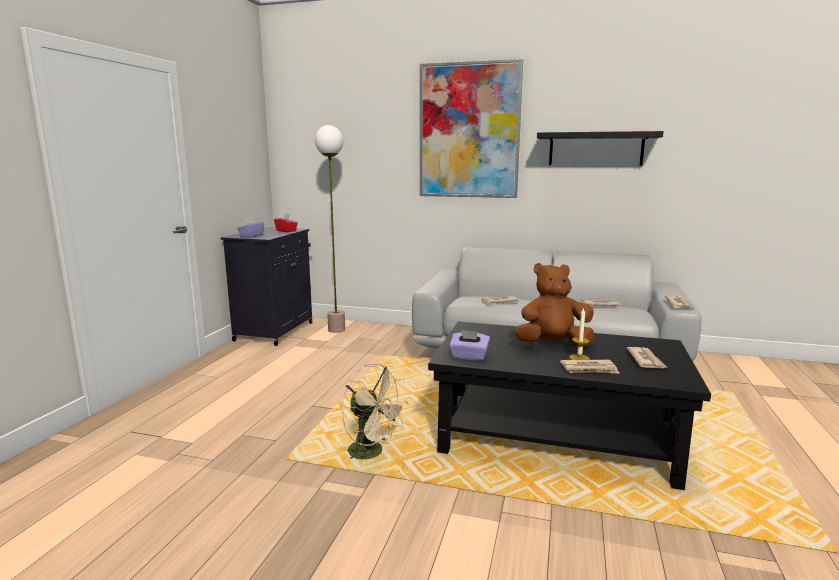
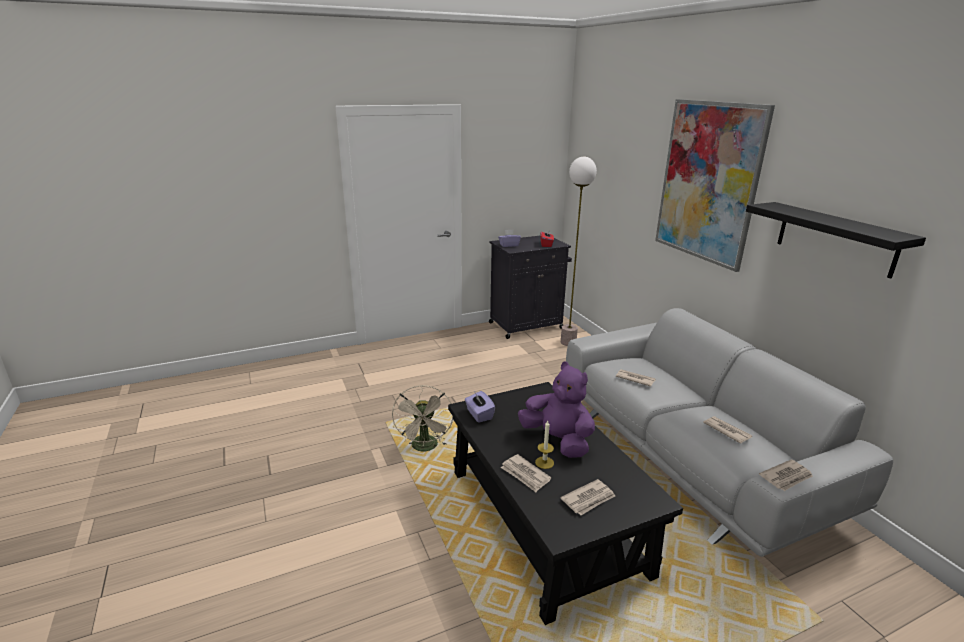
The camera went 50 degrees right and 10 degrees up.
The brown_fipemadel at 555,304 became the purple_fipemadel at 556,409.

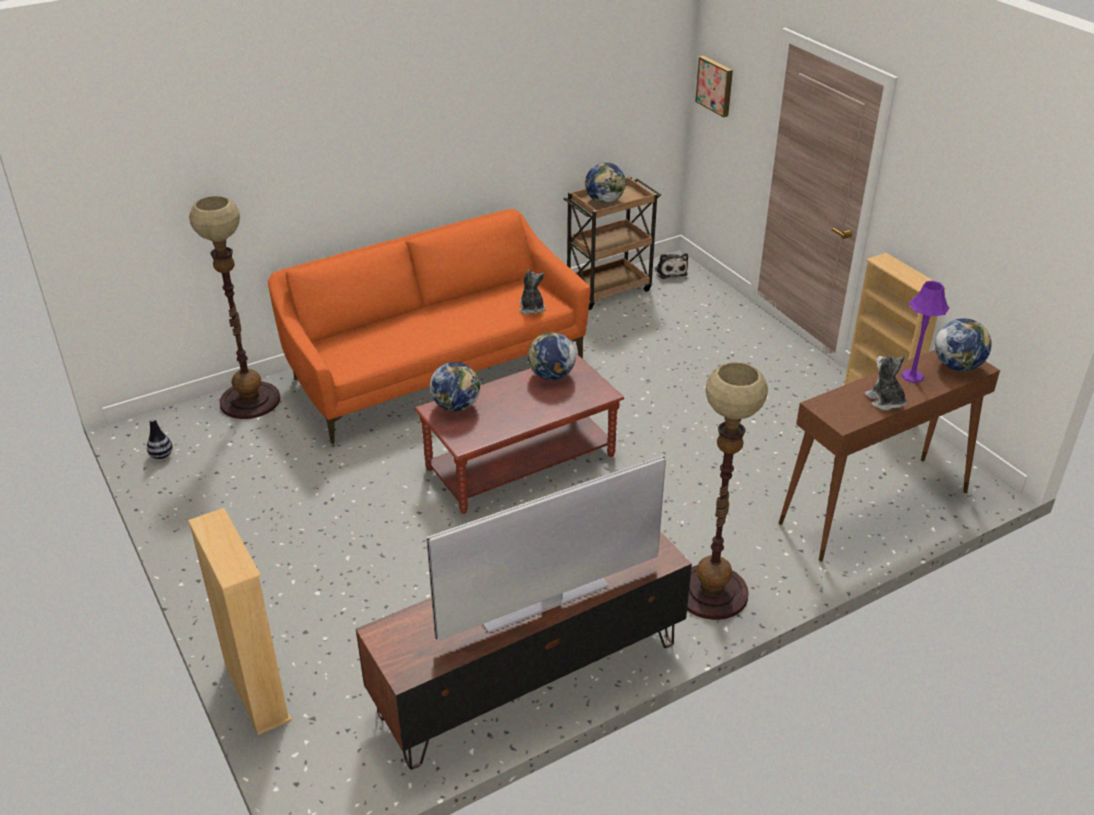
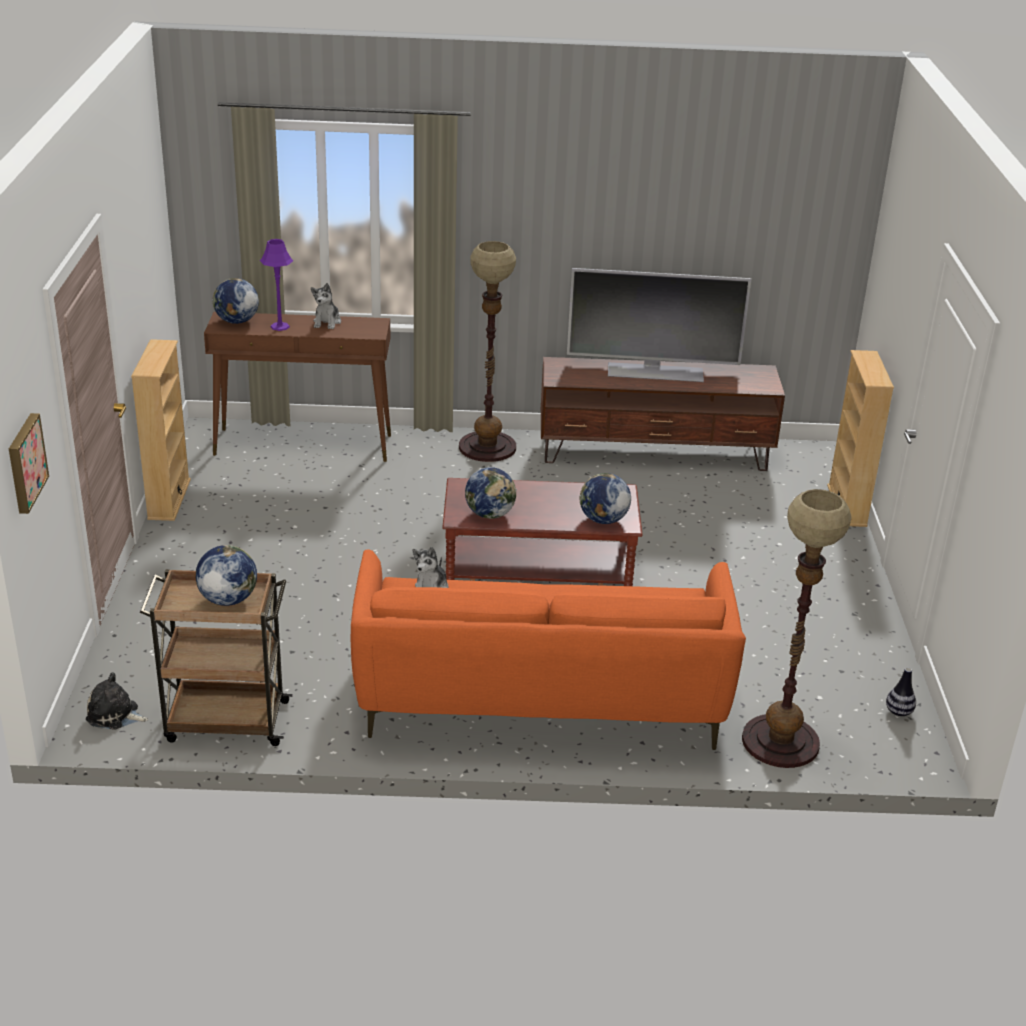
The camera went 150 degrees left and 5 degrees down.
The fipemadel at 671,266 turned 90 degrees counterclockwise.

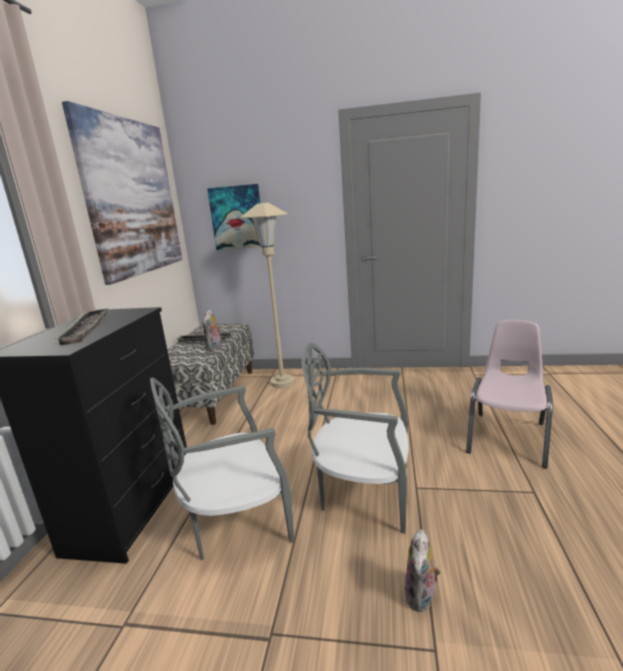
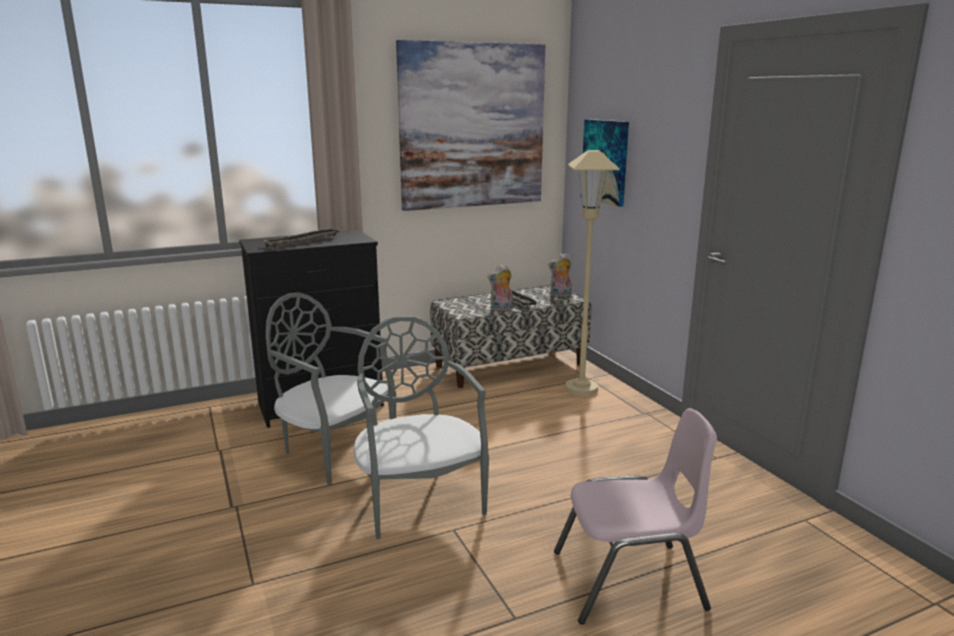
The camera went 55 degrees right and 0 degrees up.
The fipemadel moved from 422,570 to 560,275.

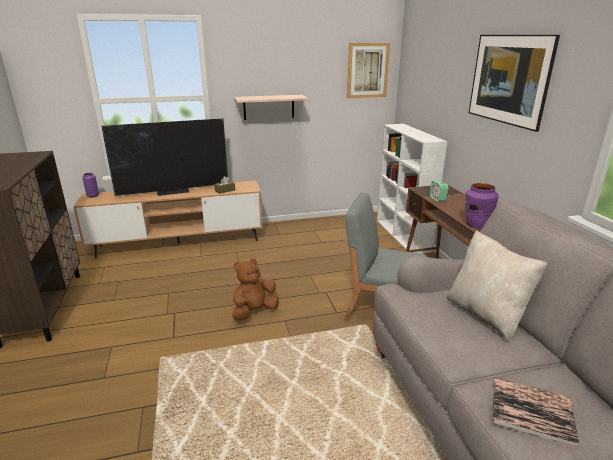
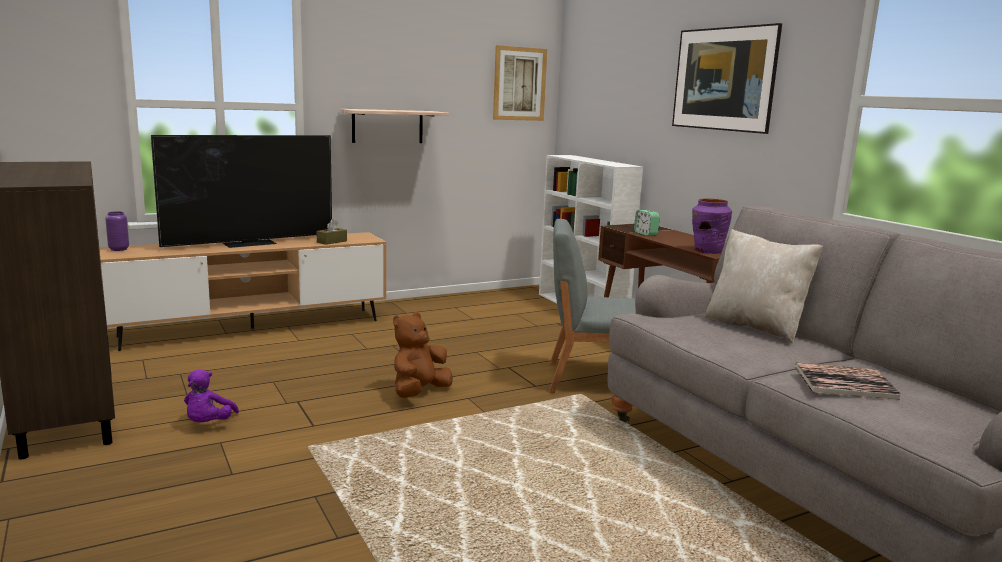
The camera went 15 degrees left and 10 degrees down.
The purple_fipemadel at 211,396 appeared.

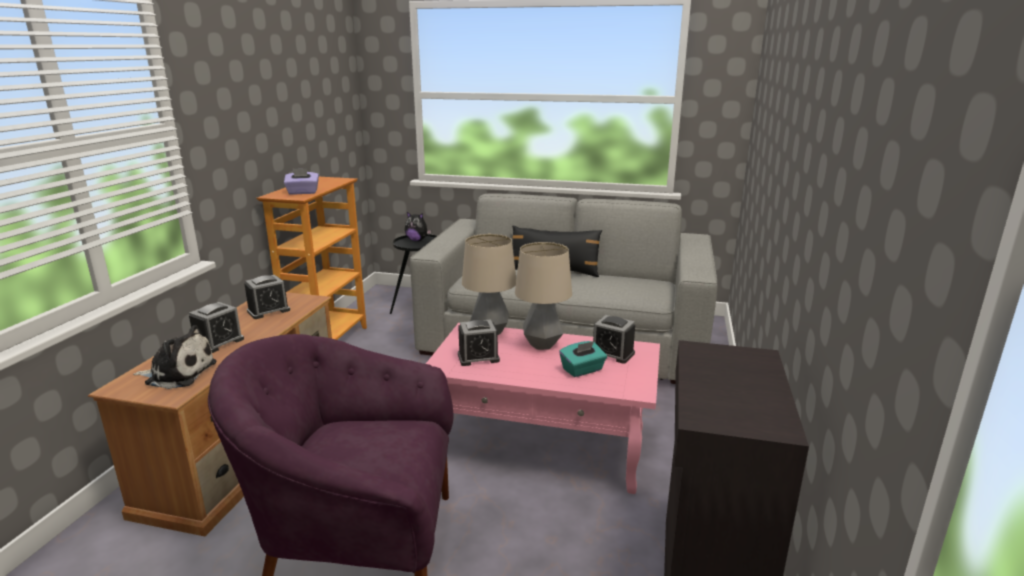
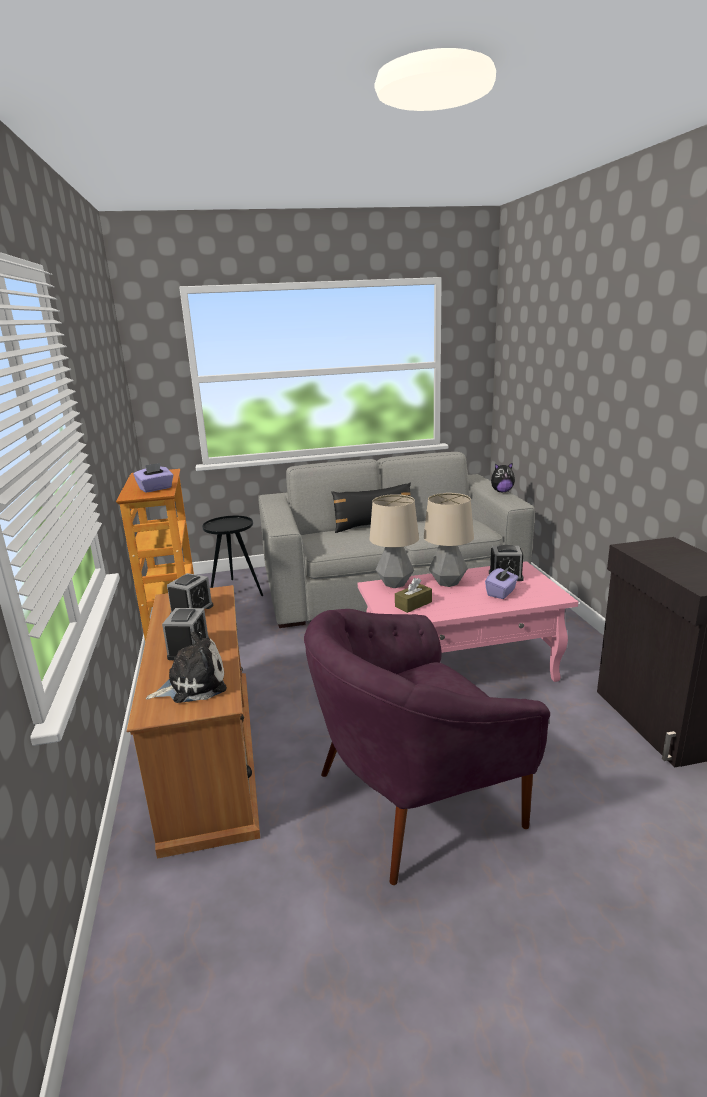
The camera went 25 degrees left and 0 degrees up.
The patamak at 479,342 was replaced by the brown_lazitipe at 413,595.
The turquoise_lazitipe at 583,359 became the purple_lazitipe at 501,582.
The fipemadel moved from 418,226 to 503,477.

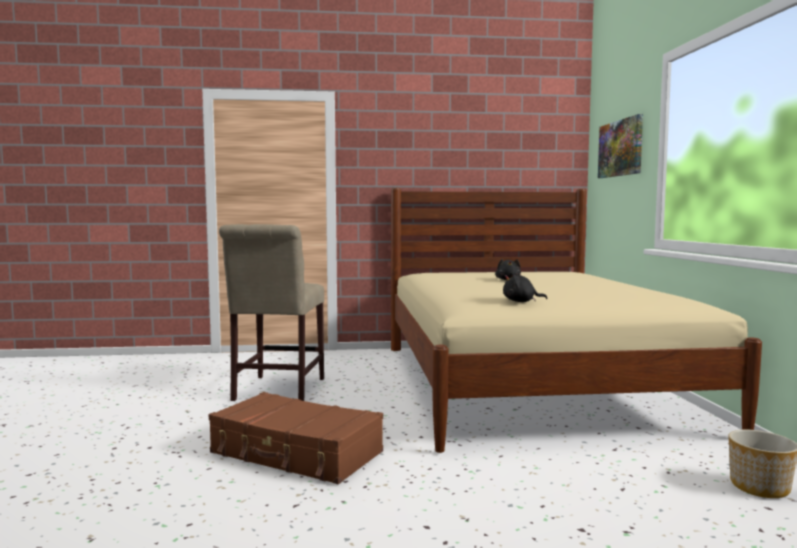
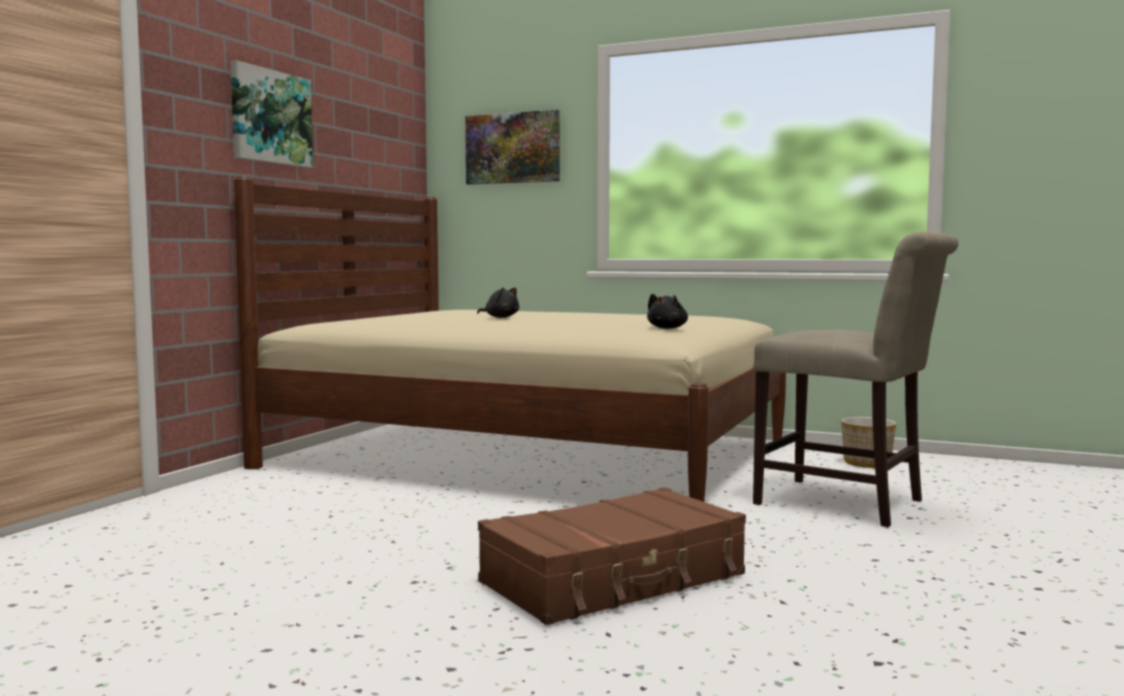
The camera went 60 degrees left and 0 degrees up.
The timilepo at 272,114 appeared.
The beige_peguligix moved from 271,312 to 856,379.

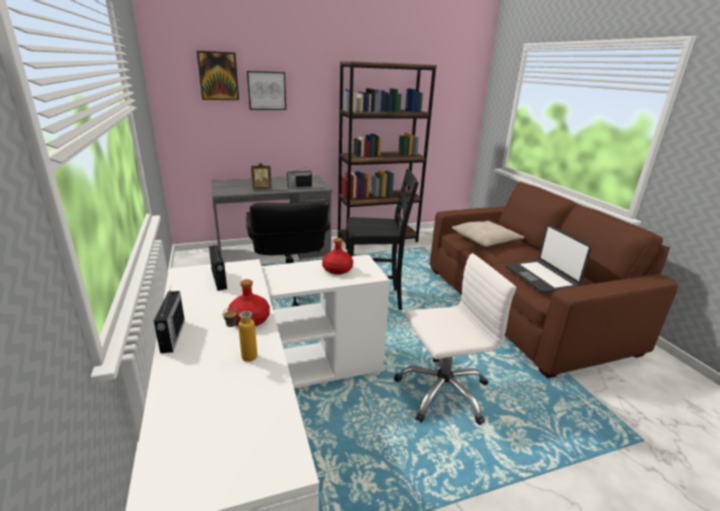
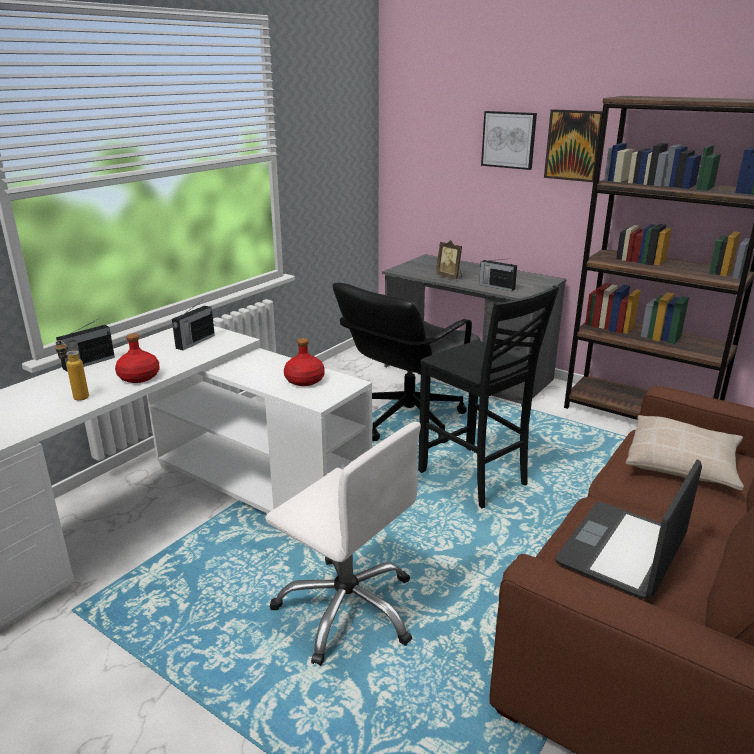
The camera went 55 degrees right and 0 degrees up.
The timilepo moved from 218,75 to 573,145.

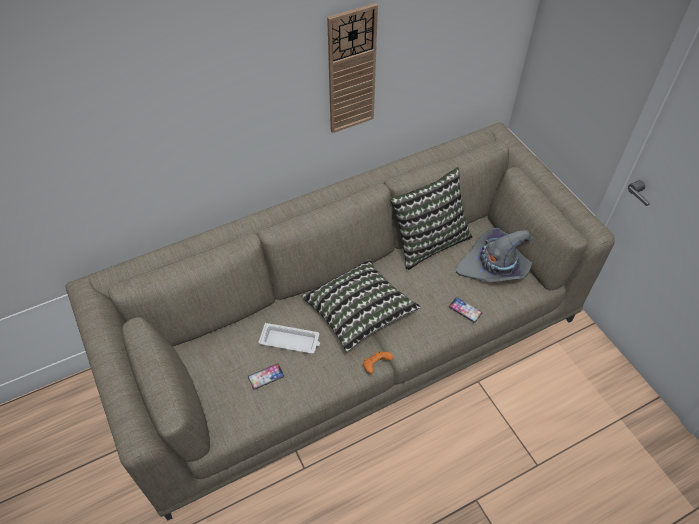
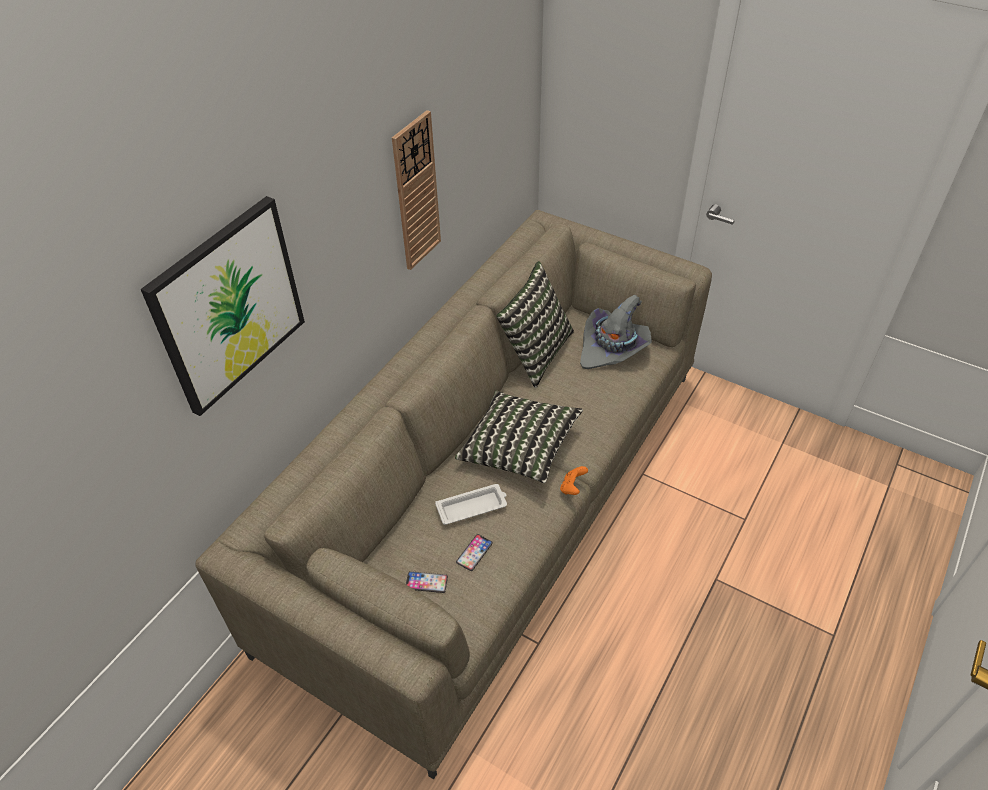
The camera went 30 degrees left and 5 degrees down.
The timilepo at 223,306 appeared.
The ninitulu moved from 465,310 to 427,582.

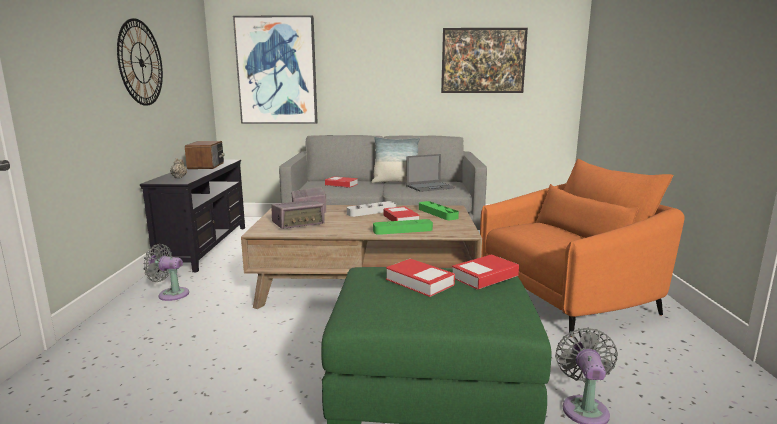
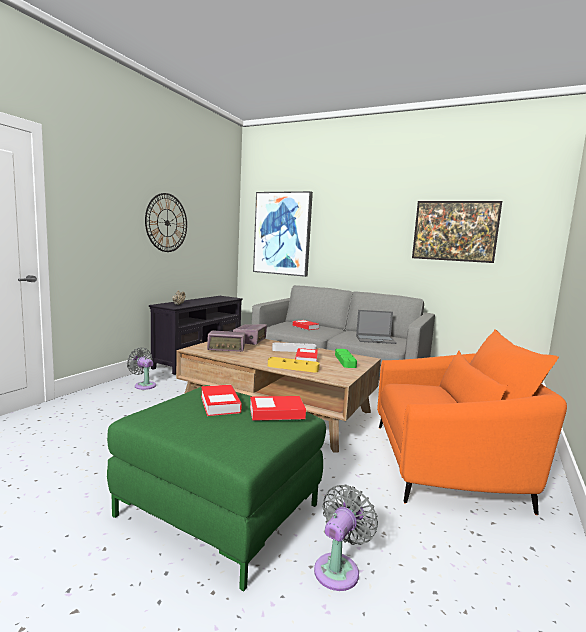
The camera went 25 degrees right and 5 degrees down.
The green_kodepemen at 403,227 became the yellow_kodepemen at 294,364.
The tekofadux at 205,155 disappeared.
The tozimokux at 395,160 disappeared.

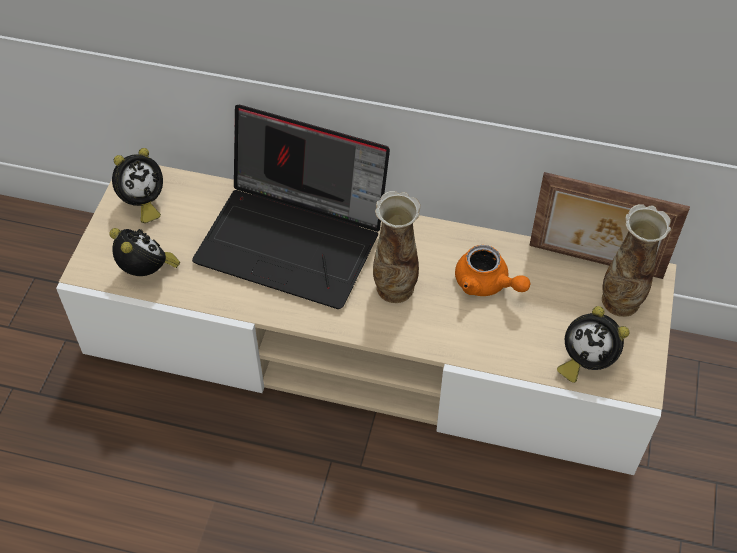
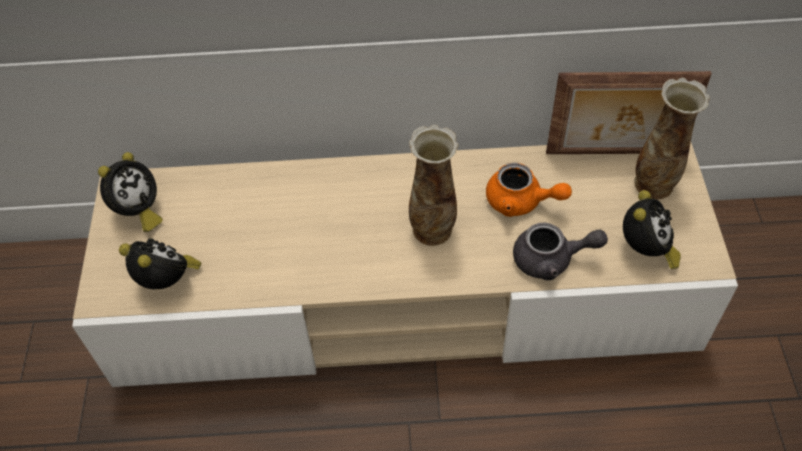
The camera went 15 degrees left and 0 degrees up.
The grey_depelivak at 560,251 appeared.
The patamak at 593,344 turned 90 degrees counterclockwise.
The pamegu at 291,207 disappeared.

